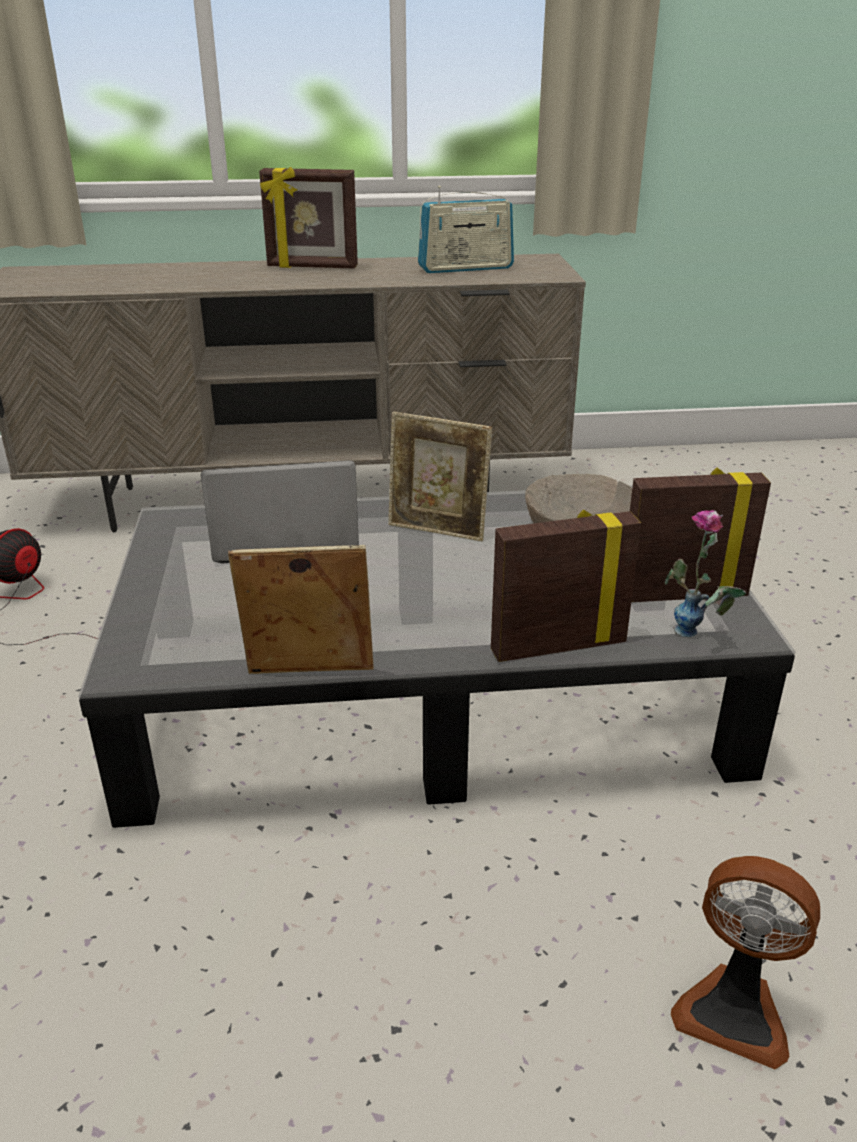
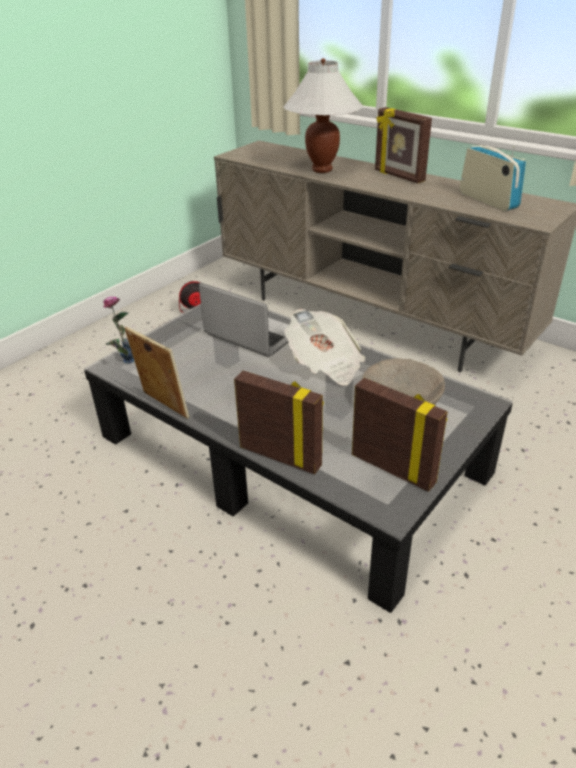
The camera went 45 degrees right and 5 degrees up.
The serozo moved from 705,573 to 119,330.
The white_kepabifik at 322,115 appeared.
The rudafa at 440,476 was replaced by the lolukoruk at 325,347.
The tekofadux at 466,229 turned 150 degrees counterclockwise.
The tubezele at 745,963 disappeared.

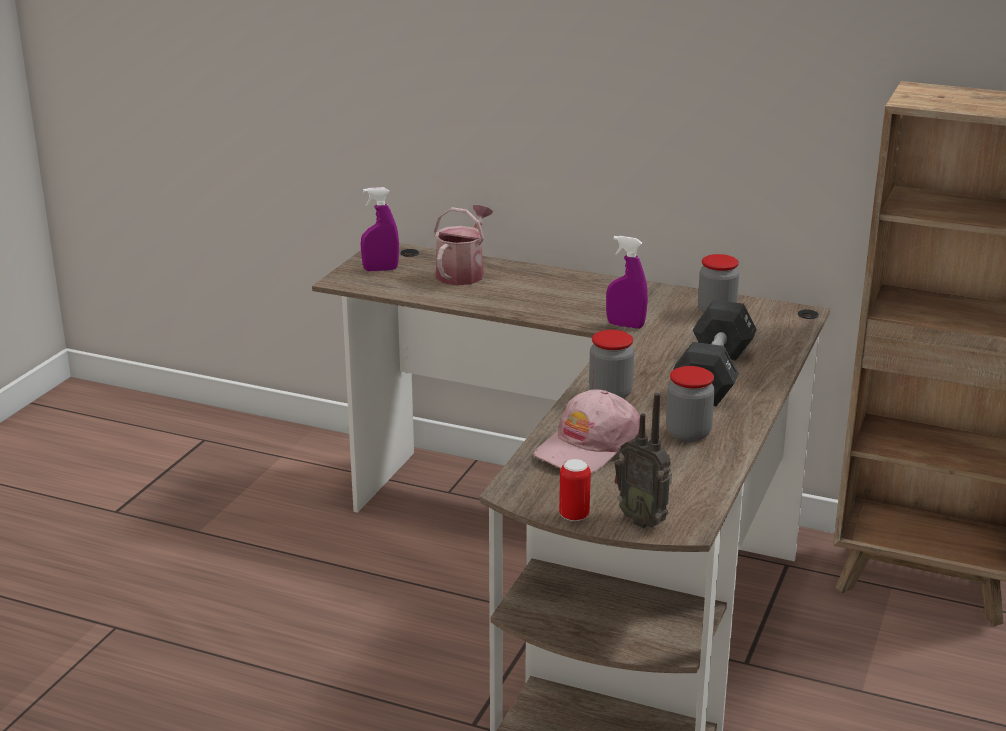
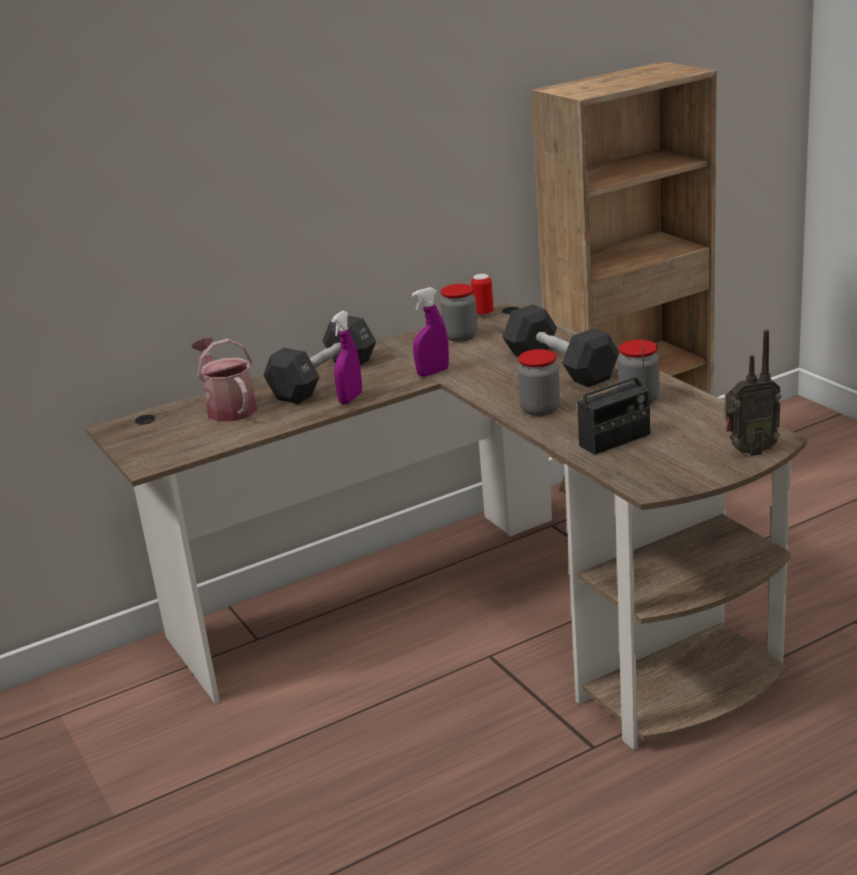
The camera went 50 degrees left and 0 degrees up.
The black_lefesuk at 319,360 appeared.
The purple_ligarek moved from 380,229 to 346,357.
The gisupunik moved from 575,490 to 482,295.
The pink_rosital at 586,431 was replaced by the tekofadux at 613,396.

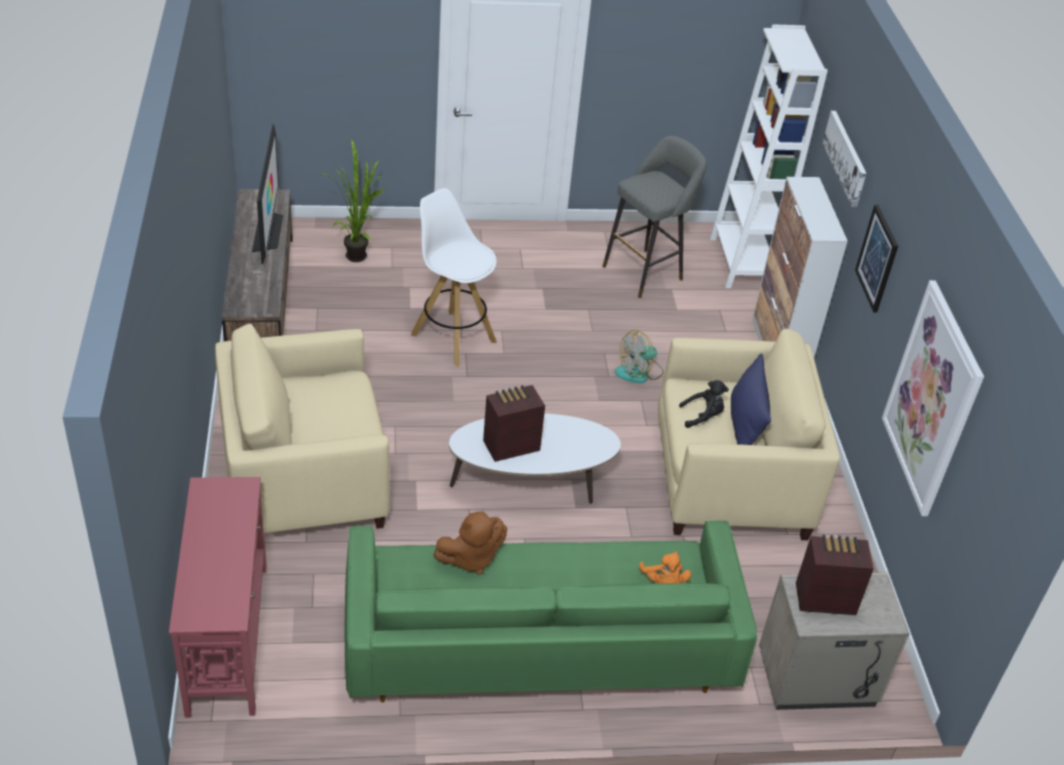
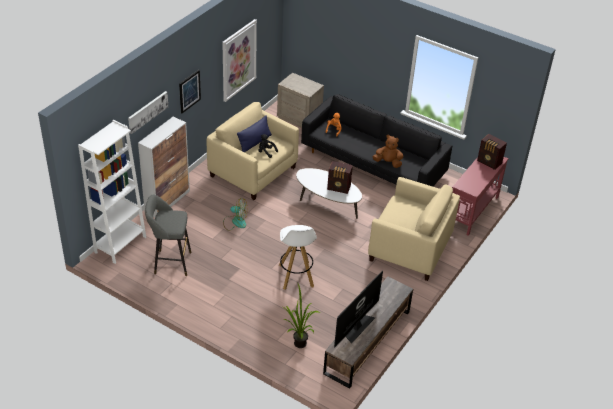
The camera went 140 degrees left and 0 degrees up.
The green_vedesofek at 551,611 became the black_vedesofek at 376,140.
The tekofadux moved from 835,575 to 492,152.

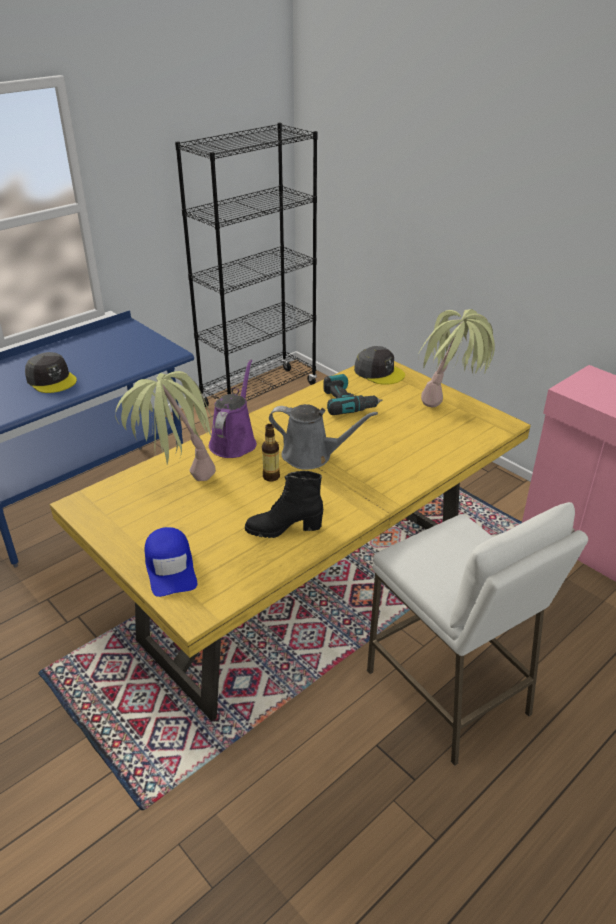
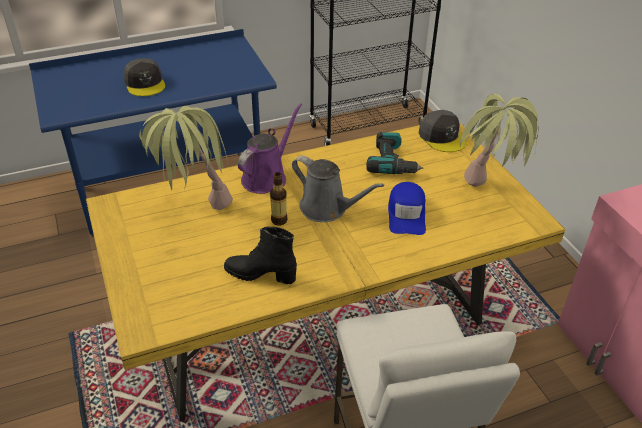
The camera went 20 degrees right and 5 degrees up.
The blue_rosital moved from 171,562 to 407,208.

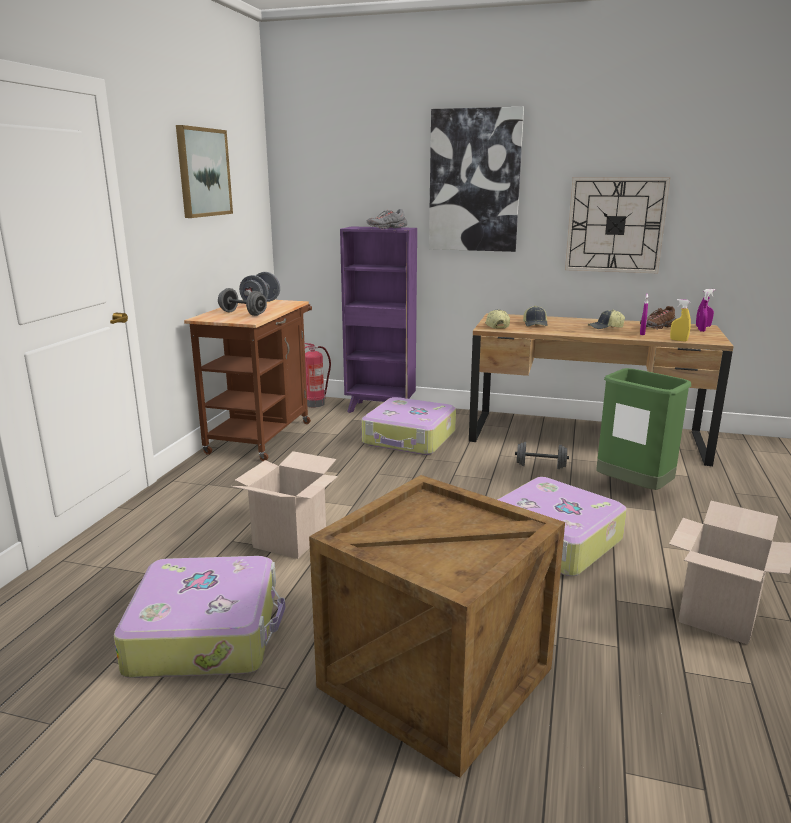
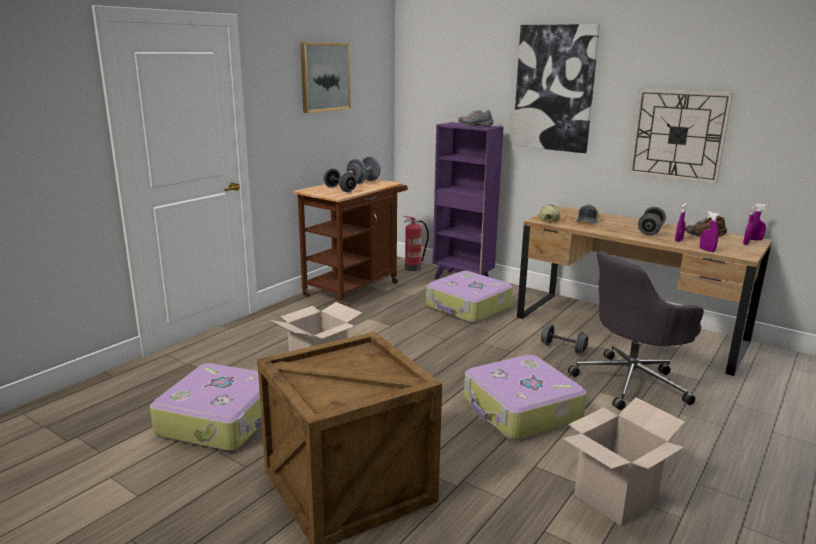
The camera went 20 degrees right and 0 degrees up.
The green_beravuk at 643,429 was replaced by the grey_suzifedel at 636,330.
The rosital at 606,319 was replaced by the grey_lefesuk at 652,221.
The yellow_ligarek at 680,320 became the purple_ligarek at 709,231.

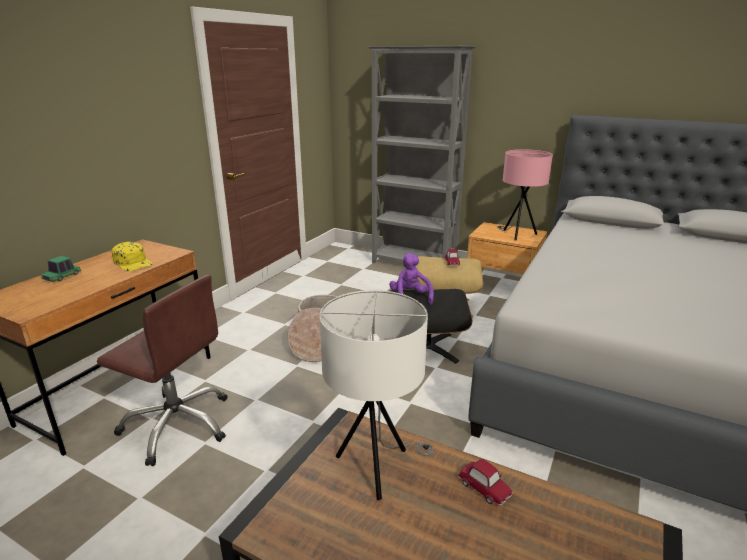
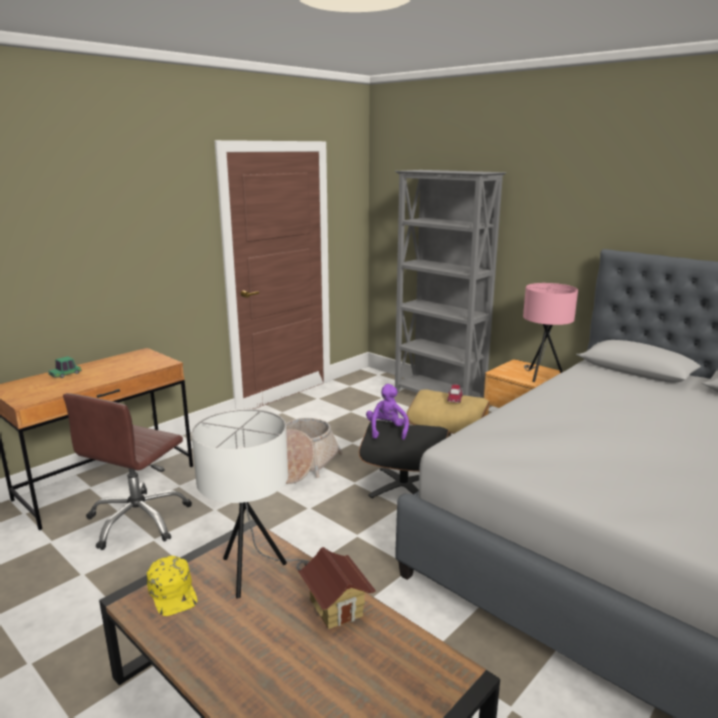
The camera went 15 degrees right and 5 degrees down.
The brown_suzifedel at 162,370 turned 75 degrees clockwise.
The yellow_rosital moved from 132,256 to 172,586.
The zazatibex at 485,482 was replaced by the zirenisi at 337,588.

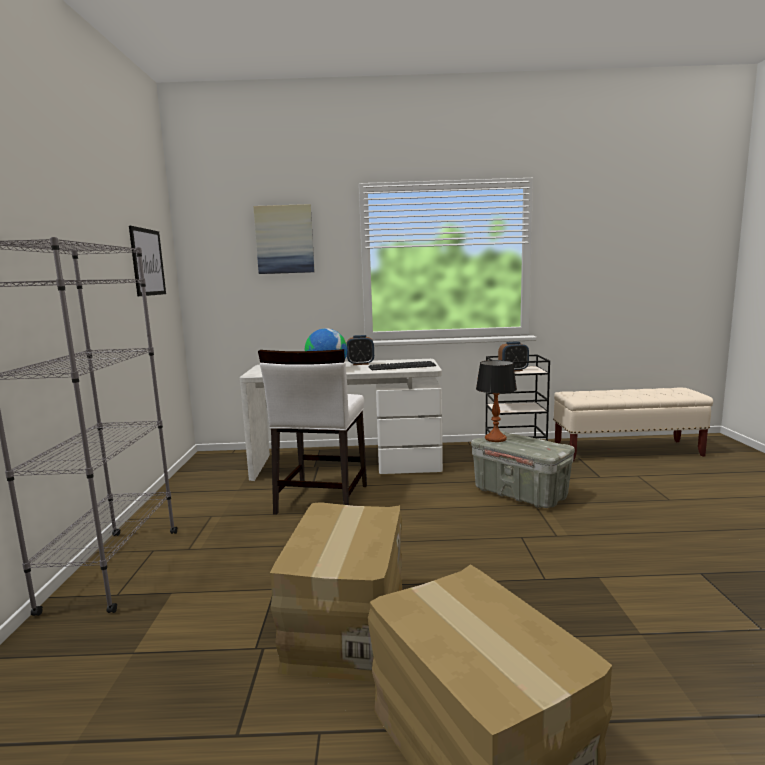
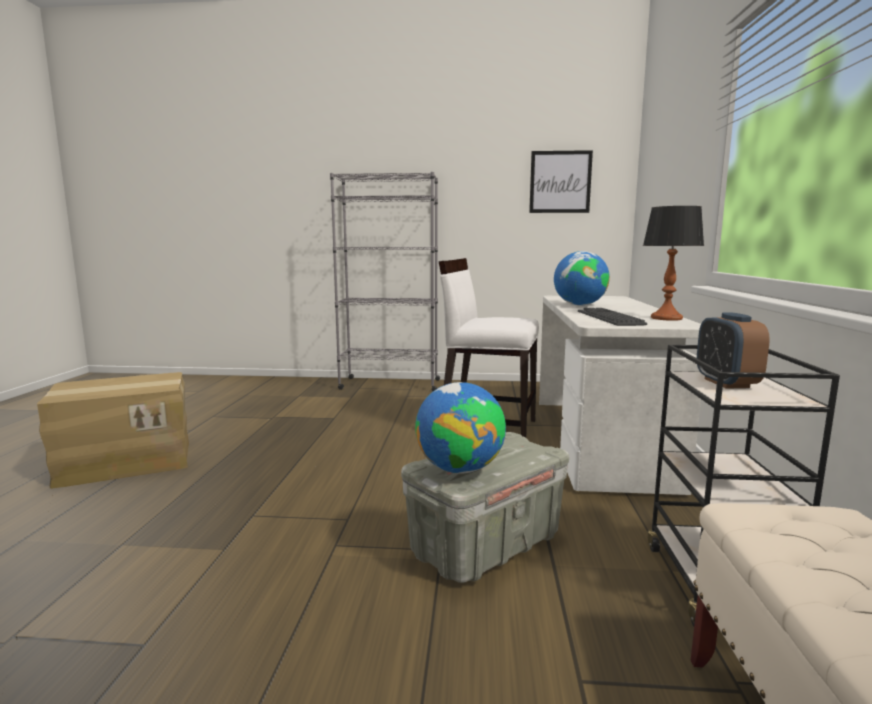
The camera went 95 degrees right and 0 degrees up.
The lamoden at 460,428 appeared.
The kepabifik moved from 496,401 to 673,263.
The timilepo at 284,239 disappeared.
The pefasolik at 336,592 disappeared.
The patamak at 360,350 disappeared.

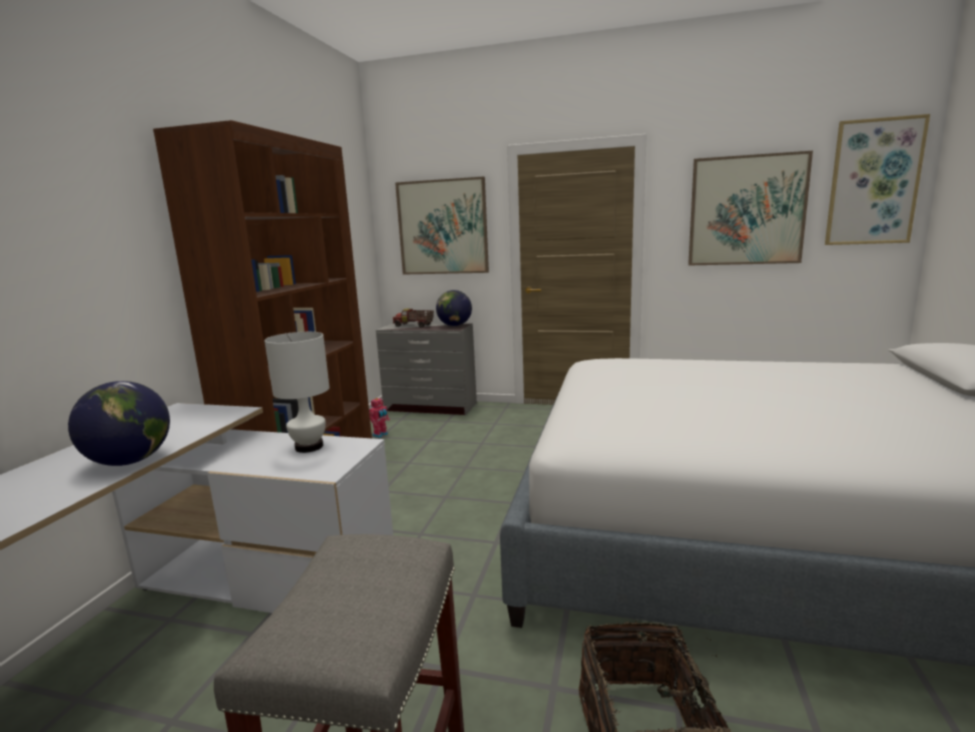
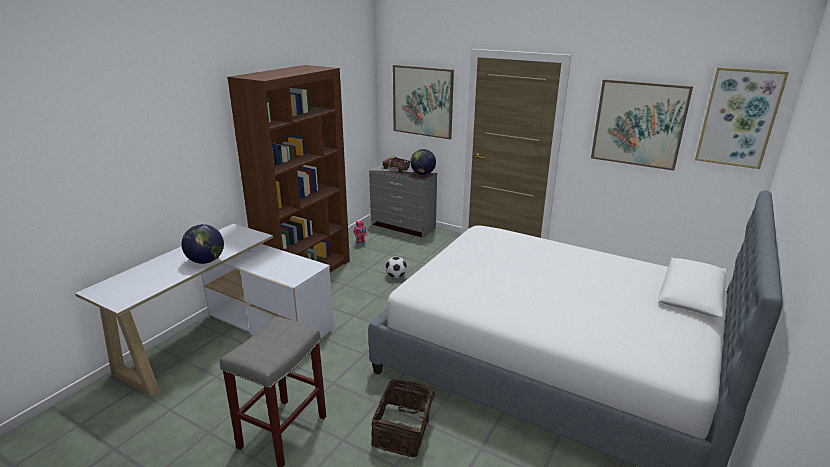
The camera went 15 degrees right and 10 degrees up.
The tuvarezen at 396,267 appeared.
The white_kepabifik at 297,392 disappeared.

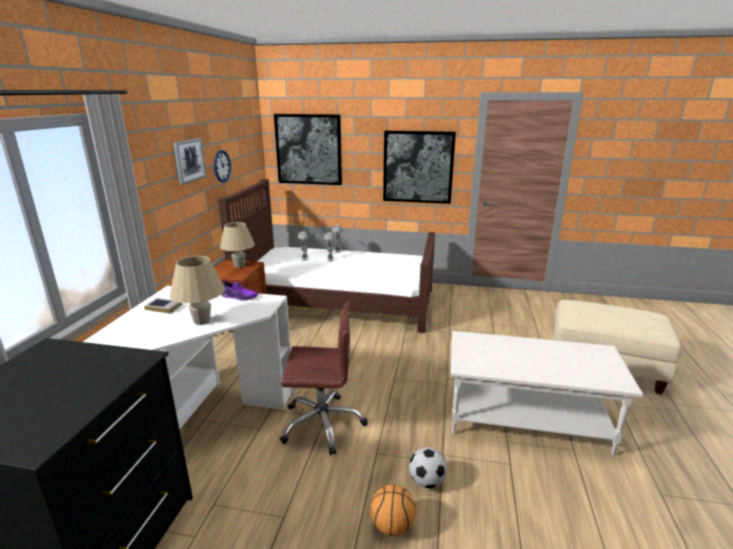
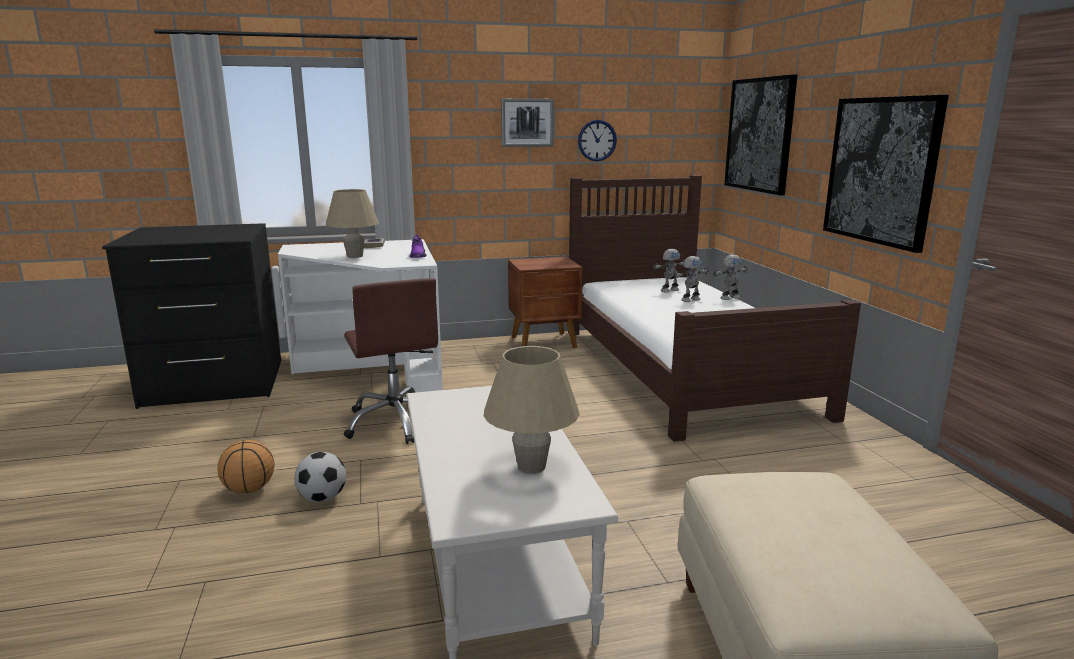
The camera went 65 degrees right and 5 degrees down.
The beige_kepabifik moved from 237,245 to 532,410.

